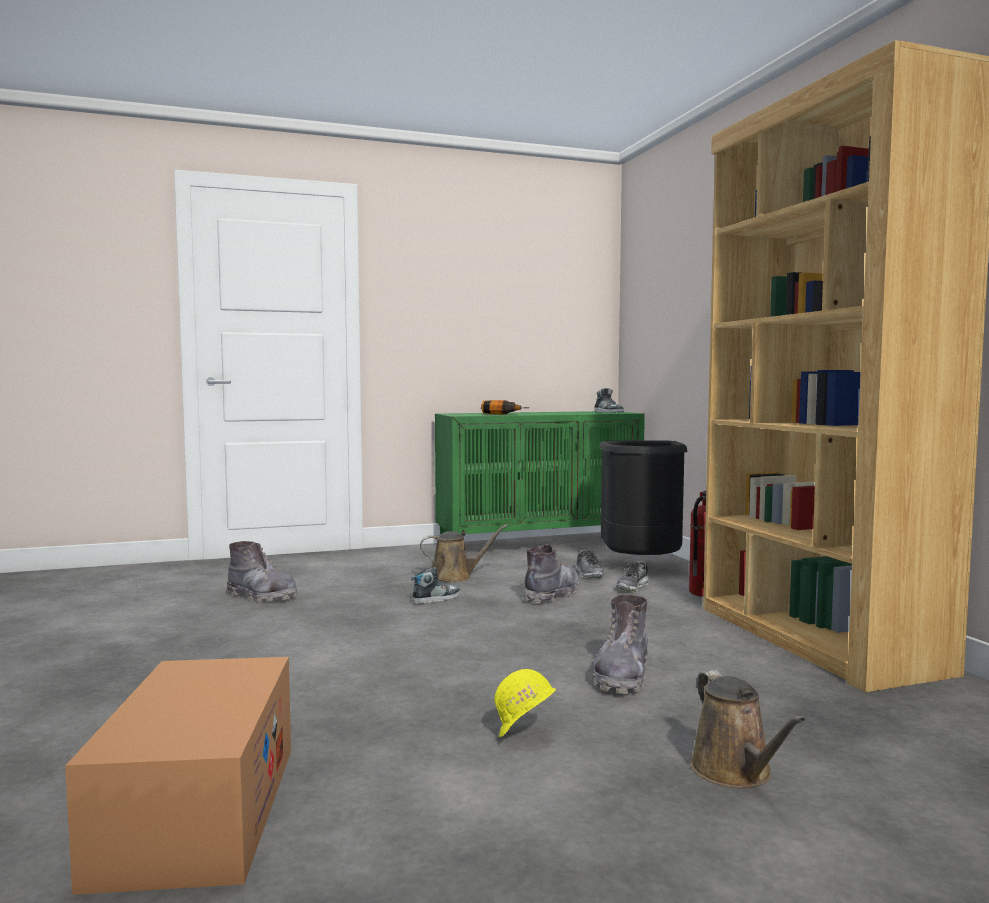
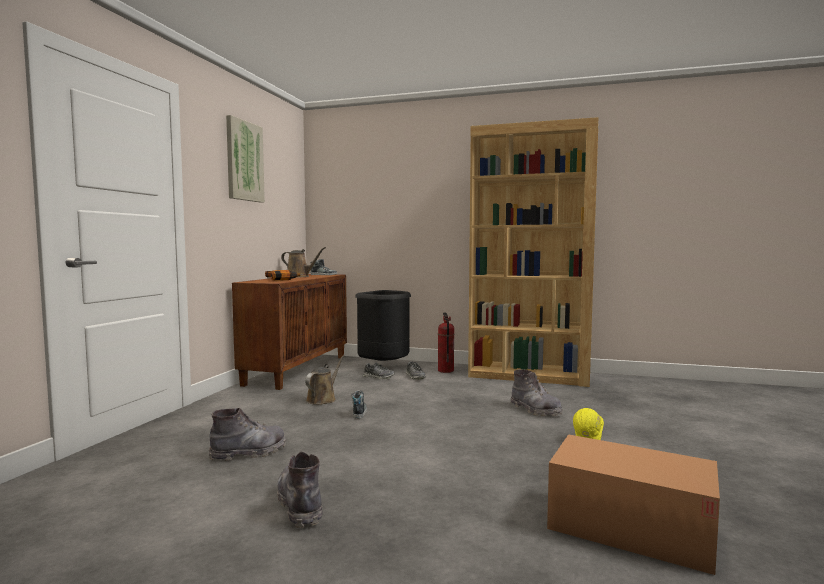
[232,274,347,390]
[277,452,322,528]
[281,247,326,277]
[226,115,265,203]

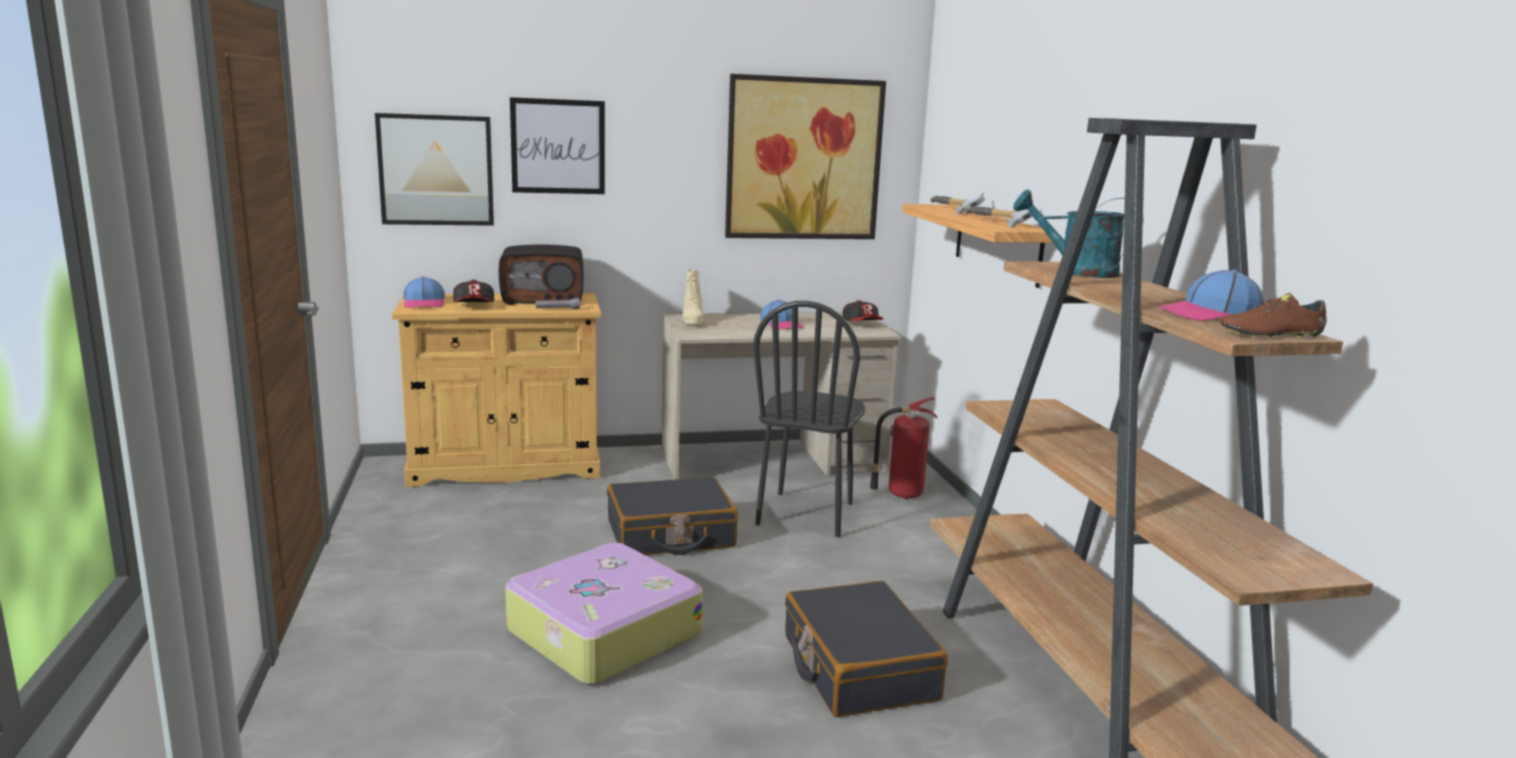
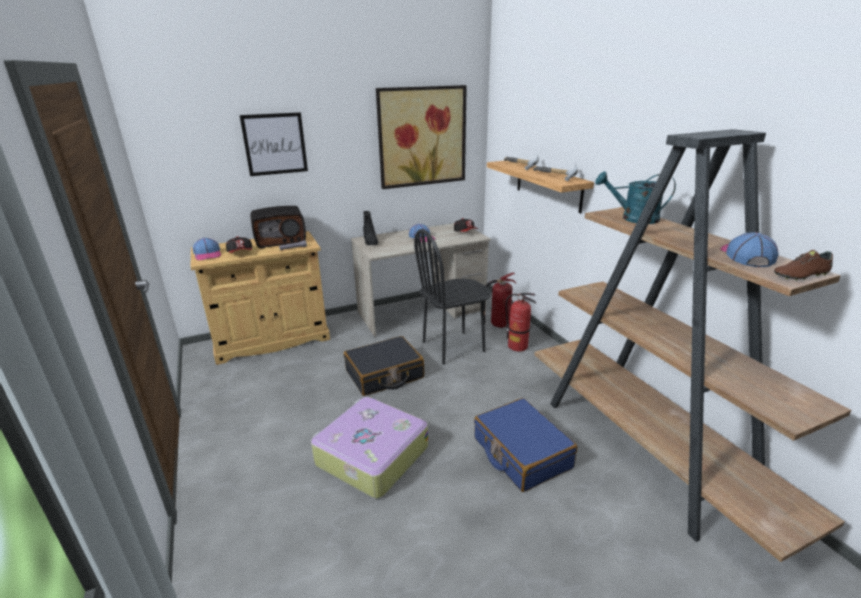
[375,113,494,226] (first image)
[720,232,778,267]
[363,211,378,245]
[414,229,491,365]
[474,398,577,492]
[505,293,536,351]

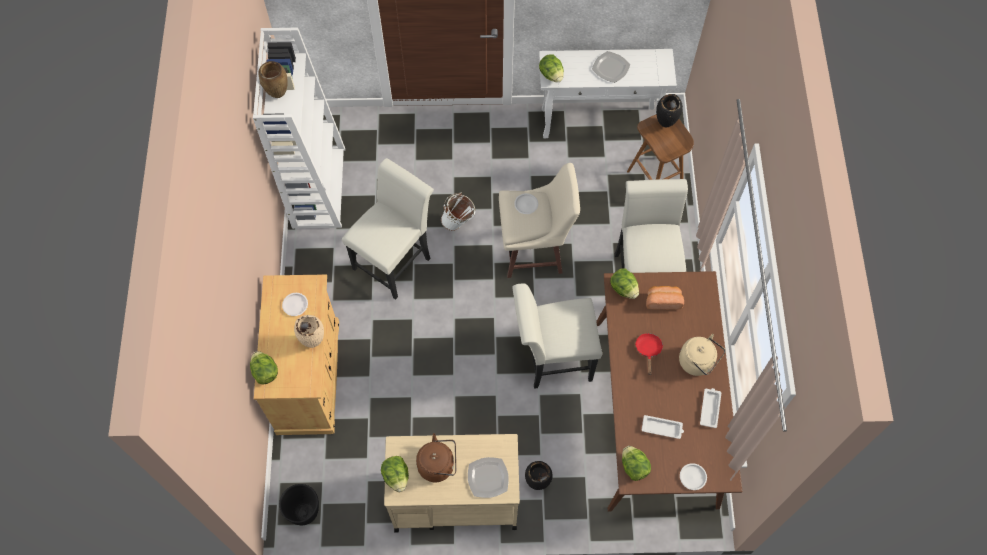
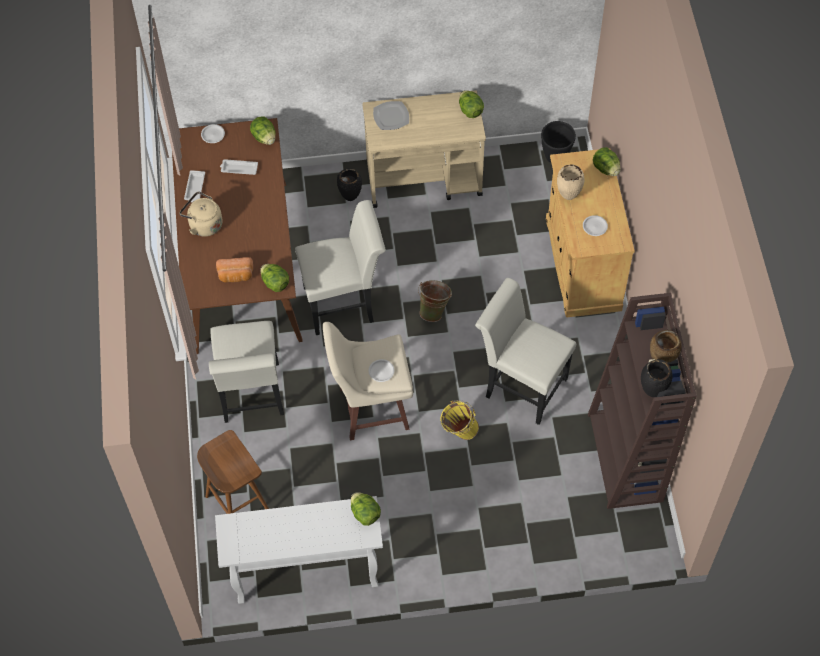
[588,293,697,509]
[592,51,630,83] (first image)
[641,359,673,397]
[475,278,576,425]
[440,400,479,440]
[635,333,663,375] (first image)
[416,433,456,482] (first image)
[418,280,452,322]

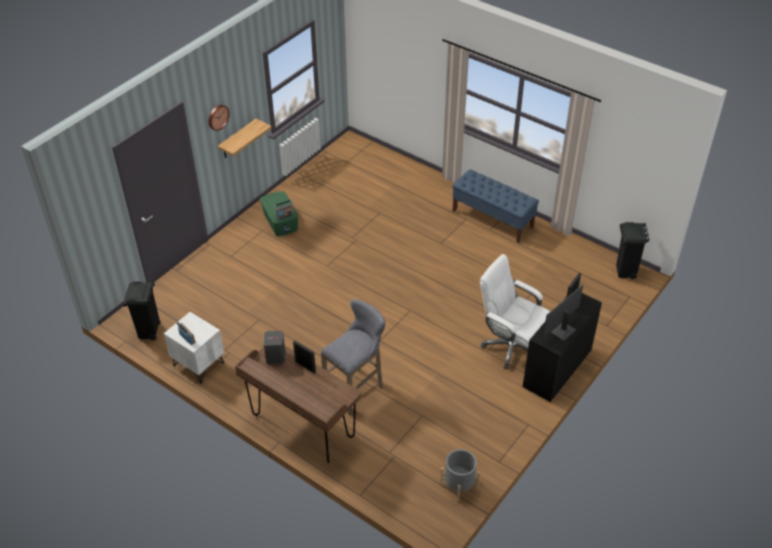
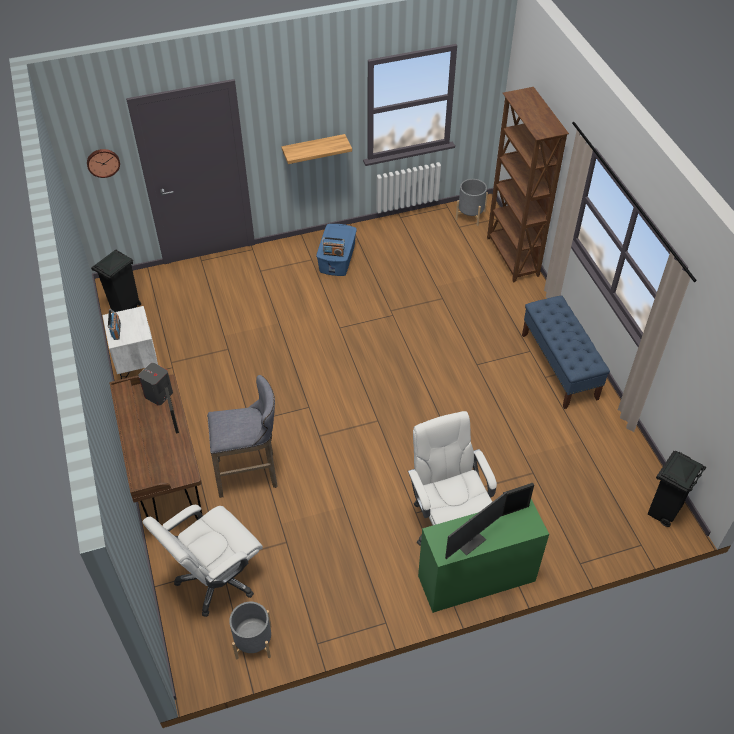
[87,149,120,178]
[316,224,357,276]
[445,492,507,559]
[418,499,549,613]
[487,87,569,283]
[455,179,488,226]
[143,505,263,617]

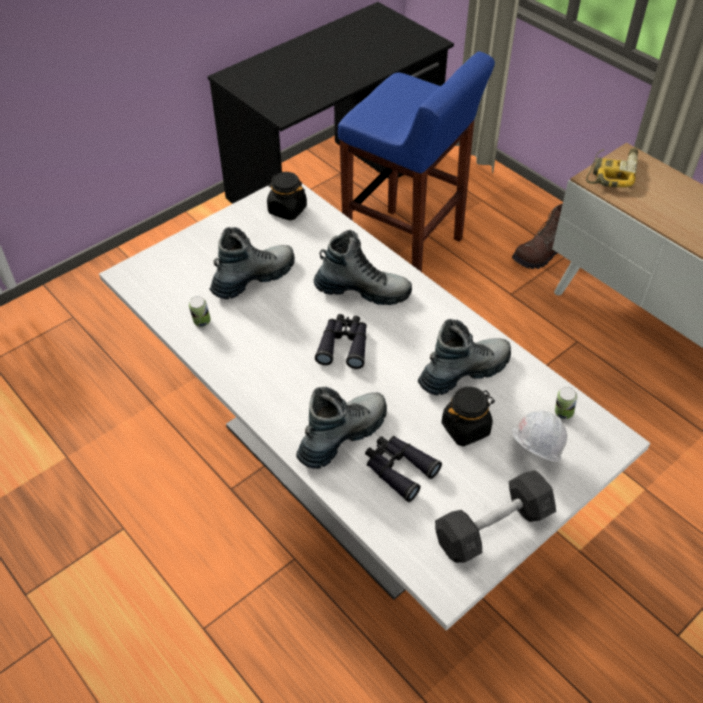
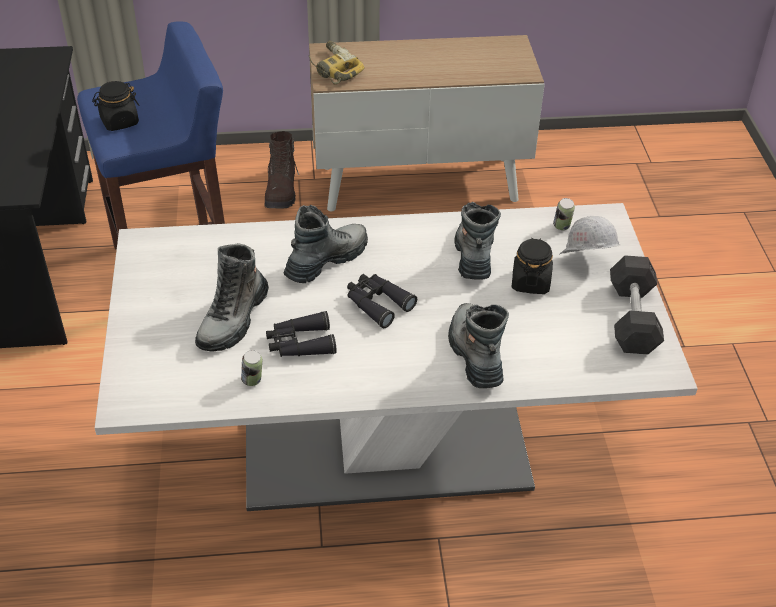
[92,81,139,131]
[195,243,269,351]
[266,311,336,357]

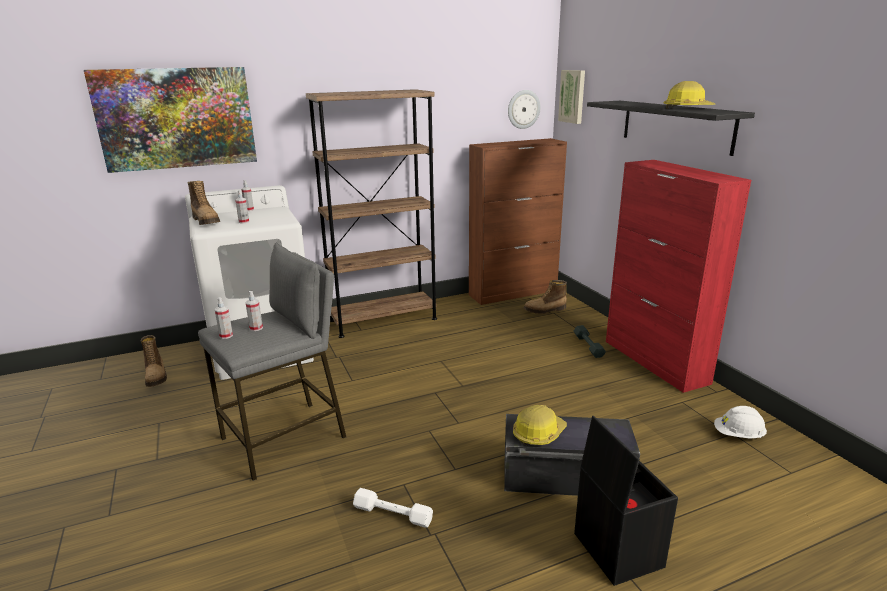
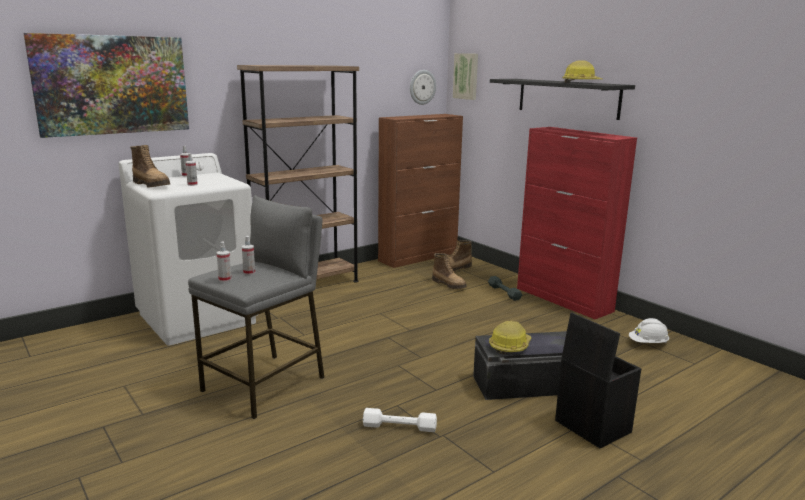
[432,253,467,289]

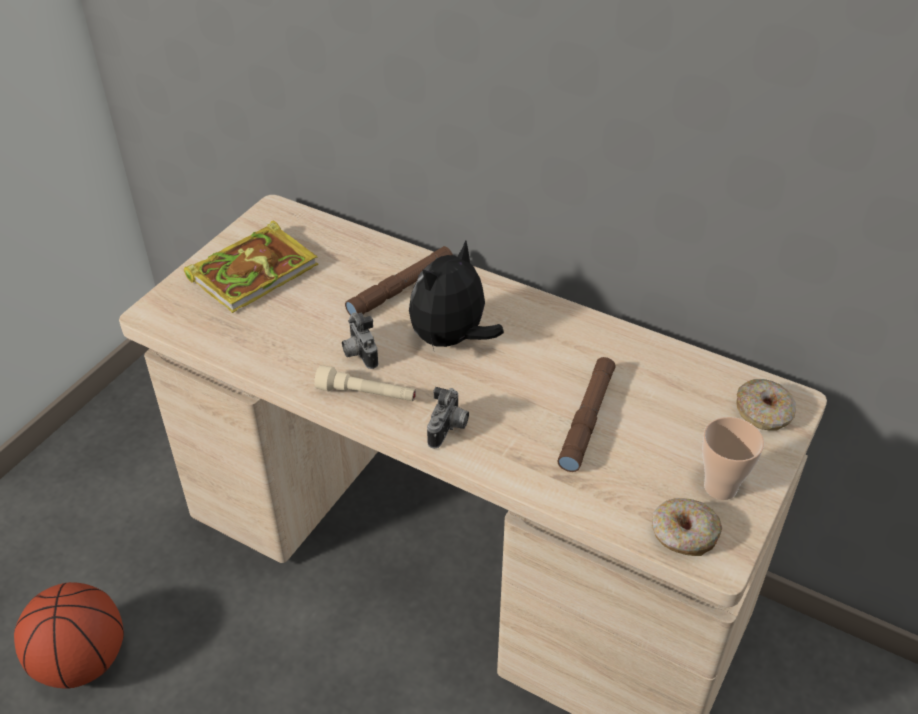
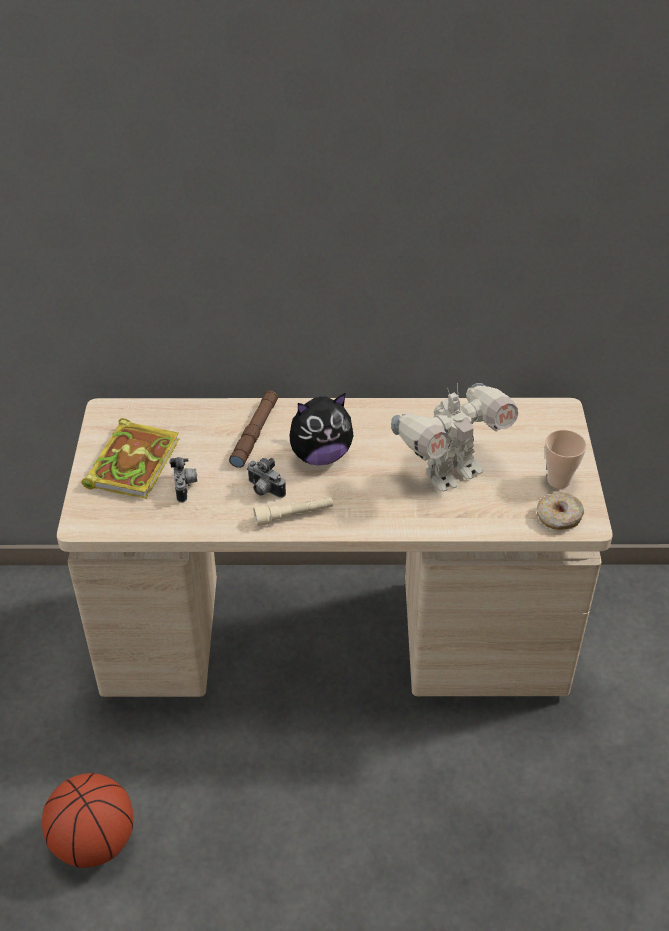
[289,393,354,465]
[391,383,518,492]
[736,379,796,431] (first image)
[170,457,197,503]

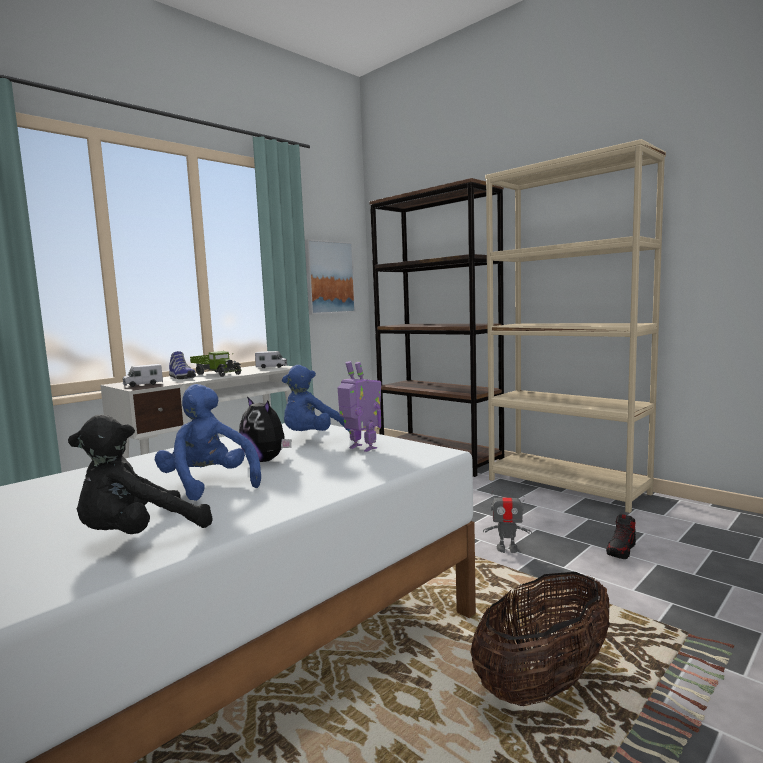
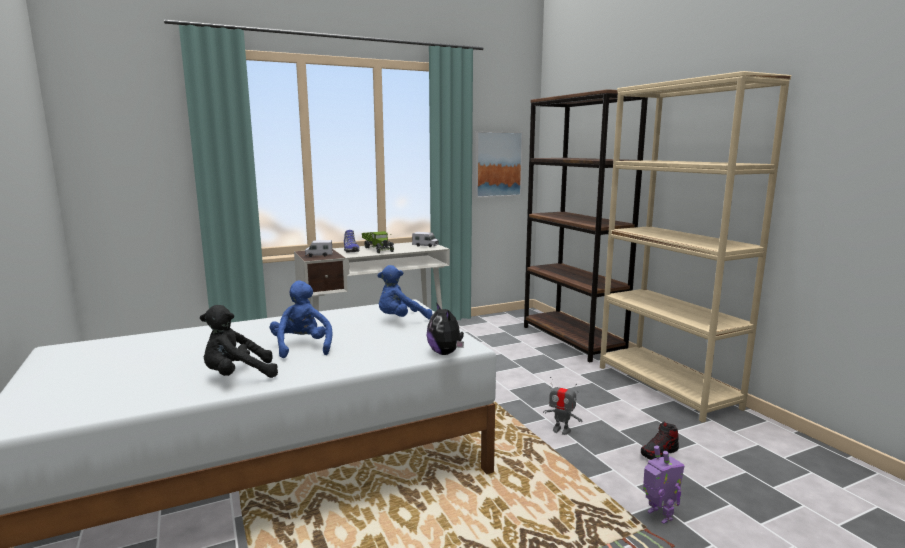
[643,445,684,524]
[427,302,464,355]
[470,572,610,706] (first image)

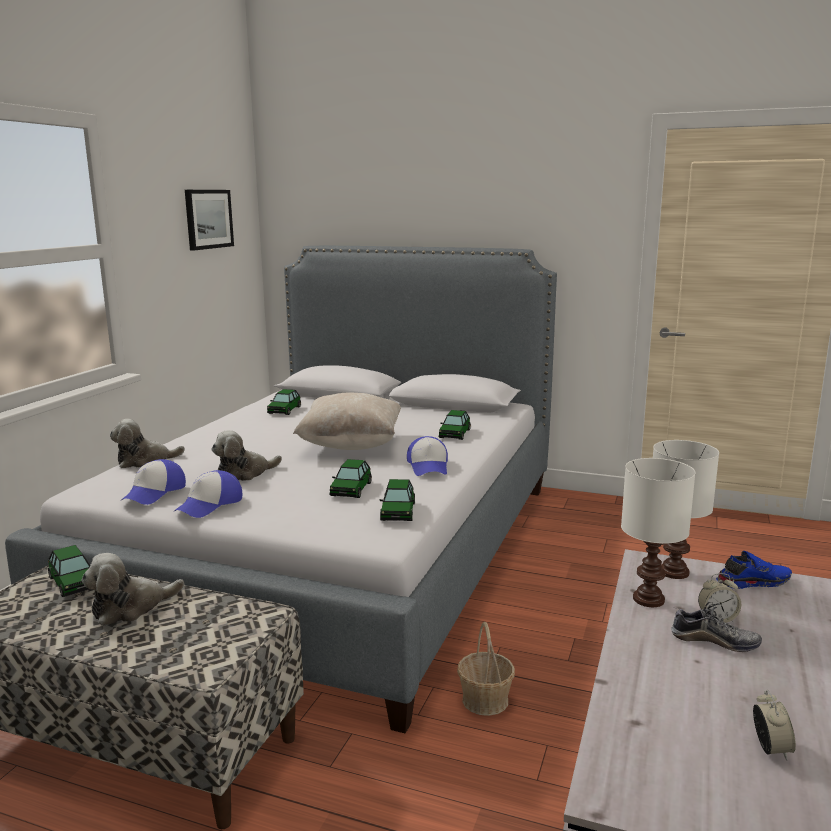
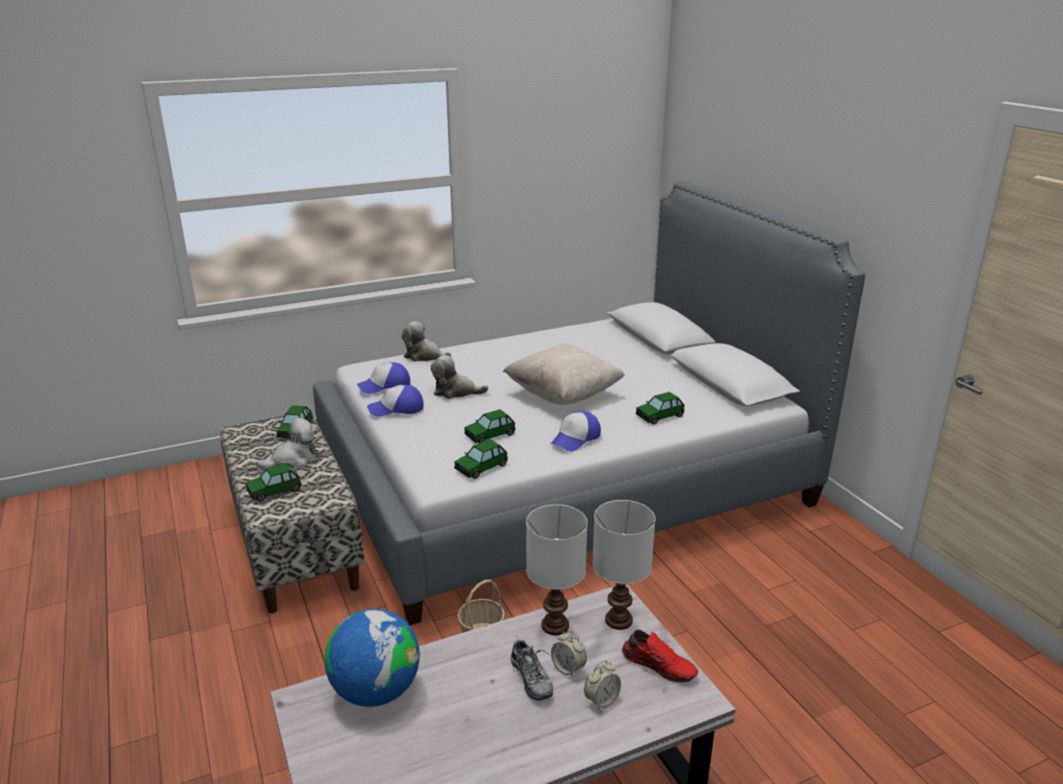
[185,190,234,251] (first image)
[246,463,301,501]
[622,630,698,683]
[257,418,318,470]
[584,660,621,710]
[325,609,420,707]

